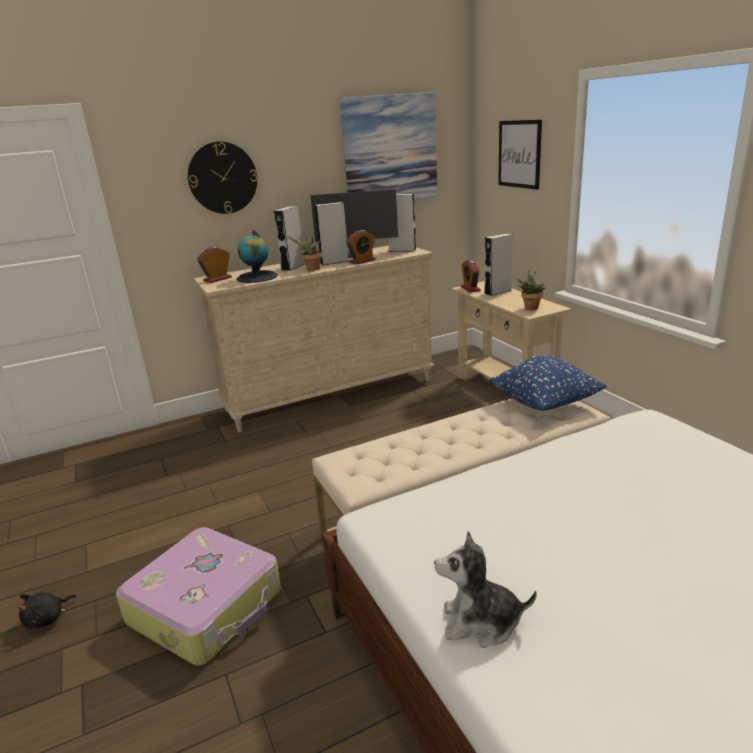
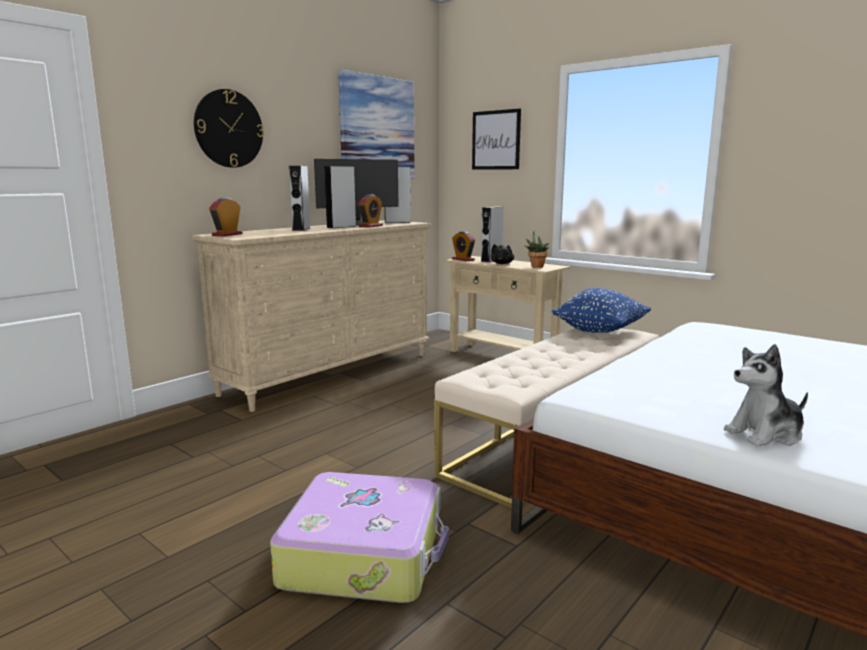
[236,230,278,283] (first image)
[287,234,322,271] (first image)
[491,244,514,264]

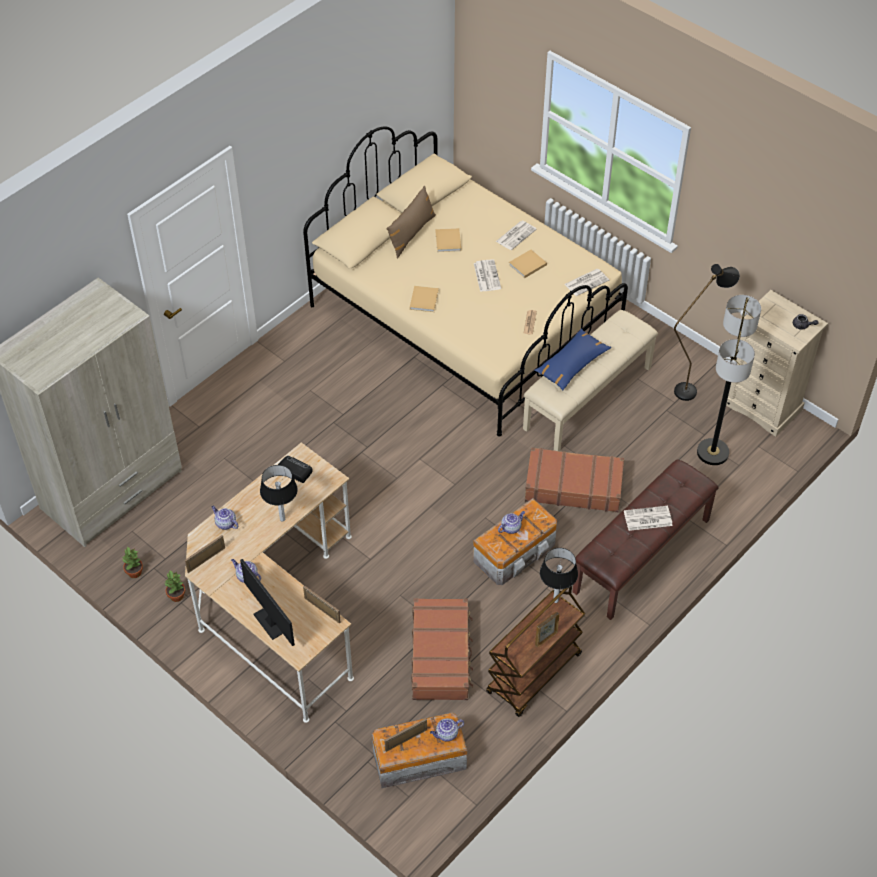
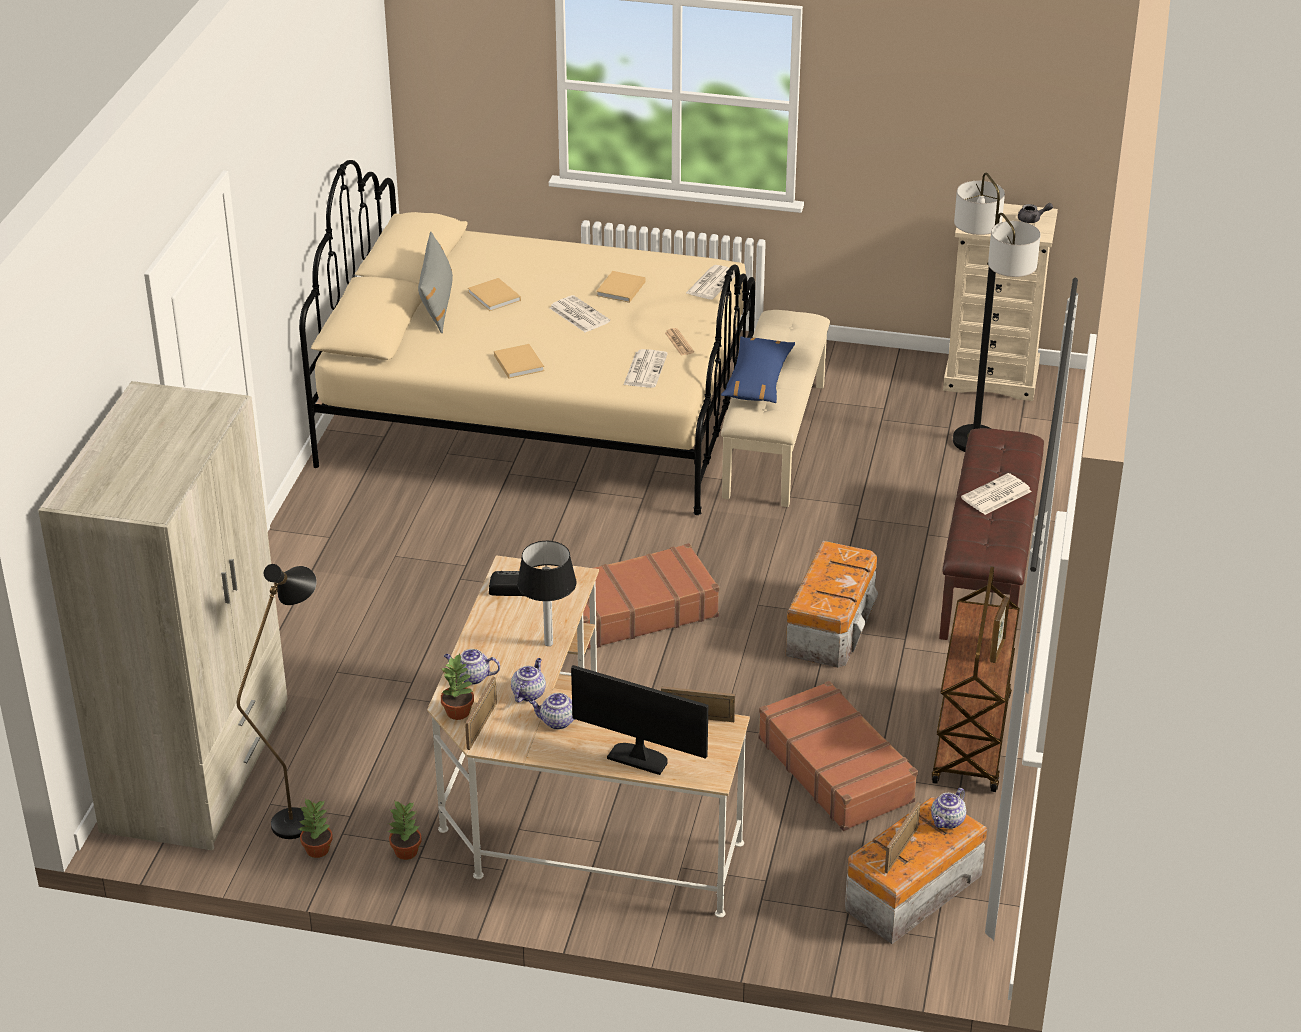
[418,231,453,333]
[623,349,668,388]
[237,564,316,839]
[583,543,719,649]
[511,658,546,703]
[540,548,578,603] (first image)
[441,654,474,720]

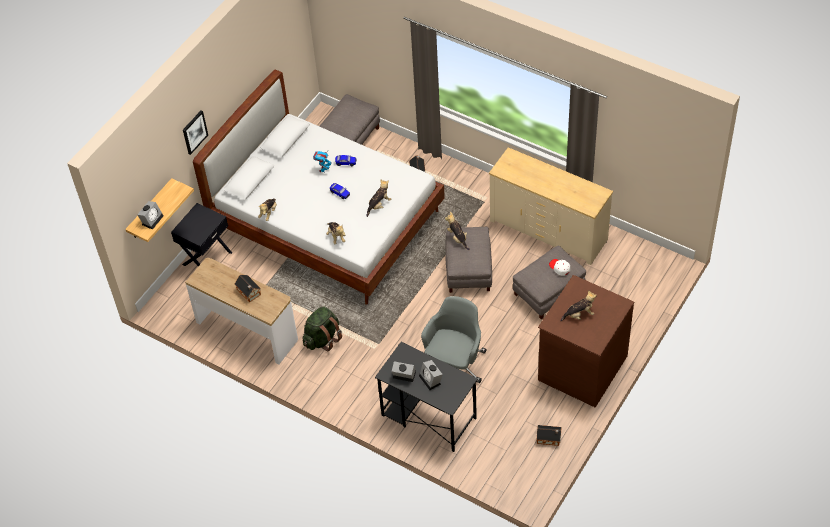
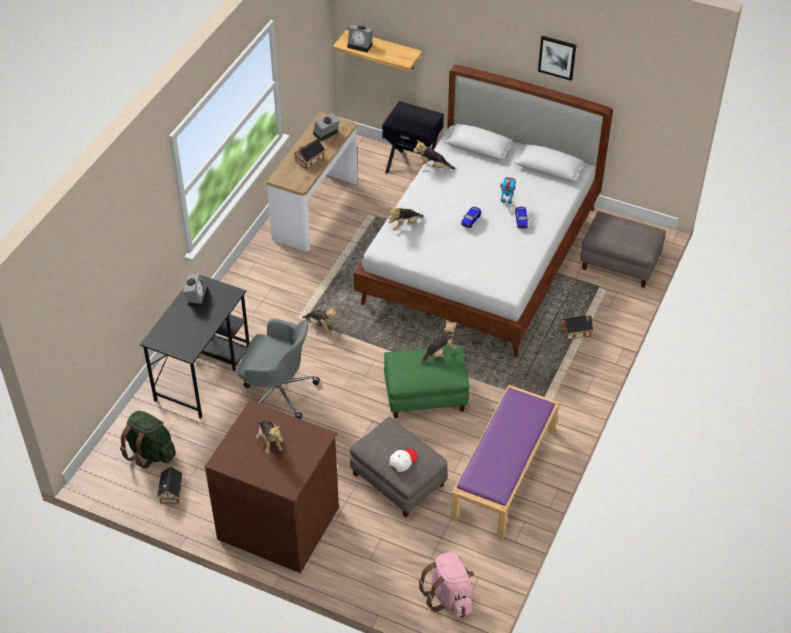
[538,36,576,81]
[451,385,559,540]
[302,306,340,334]
[384,345,469,419]
[120,411,176,469]
[313,113,339,141]
[419,552,474,618]

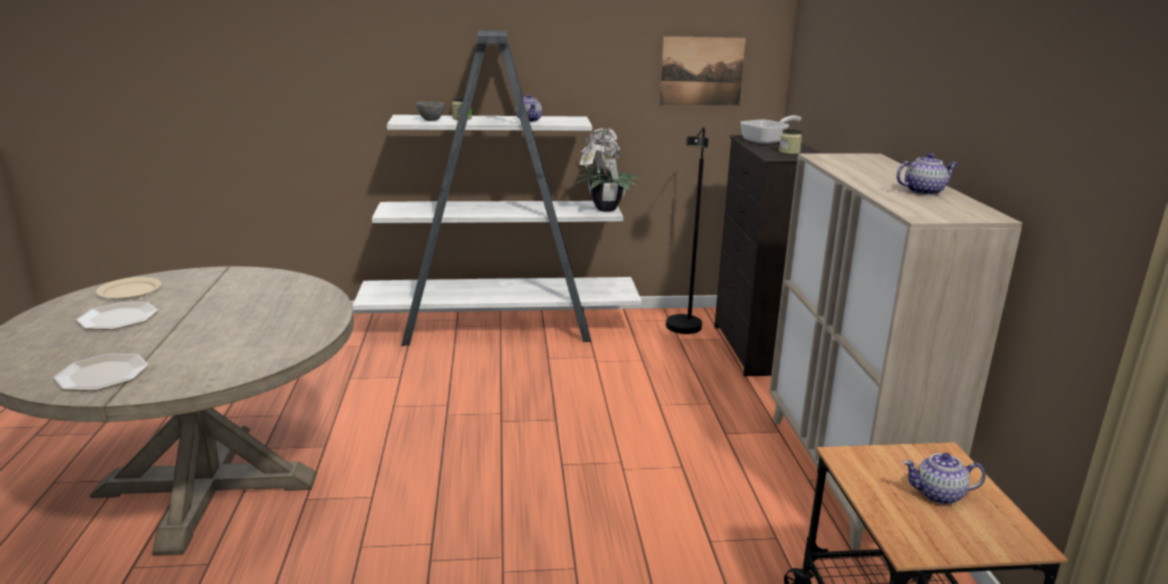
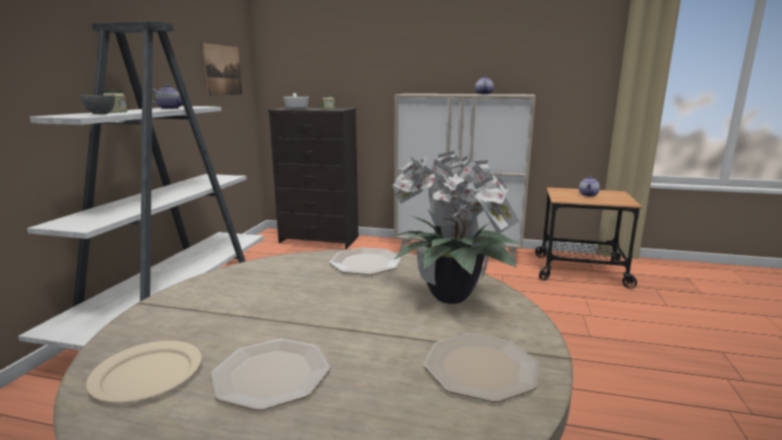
[666,127,709,334] (first image)
[392,151,520,304]
[329,248,402,275]

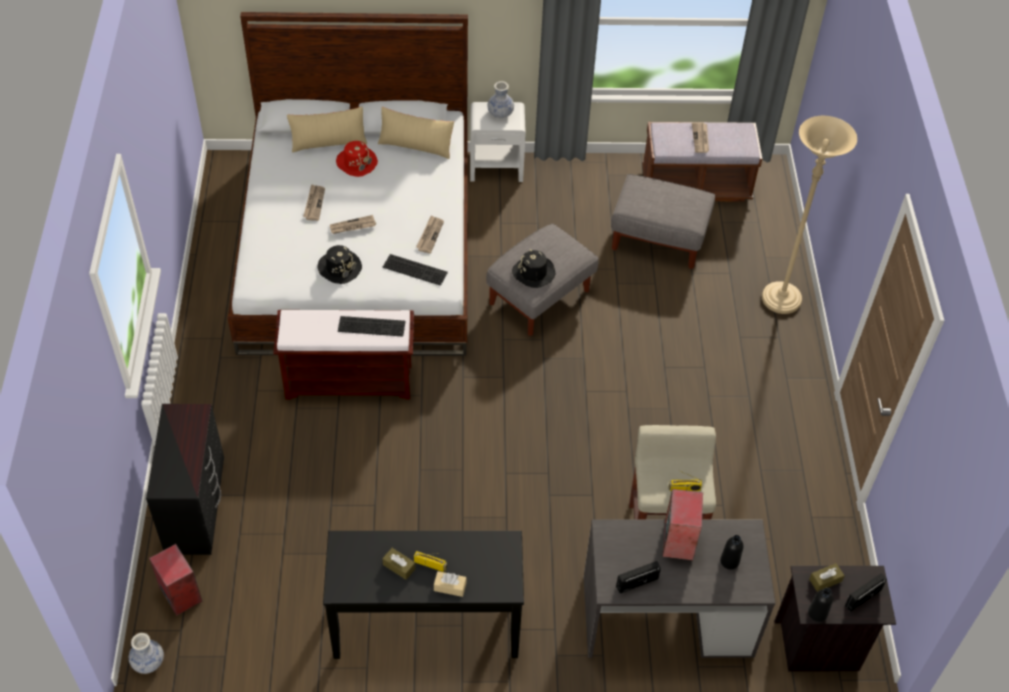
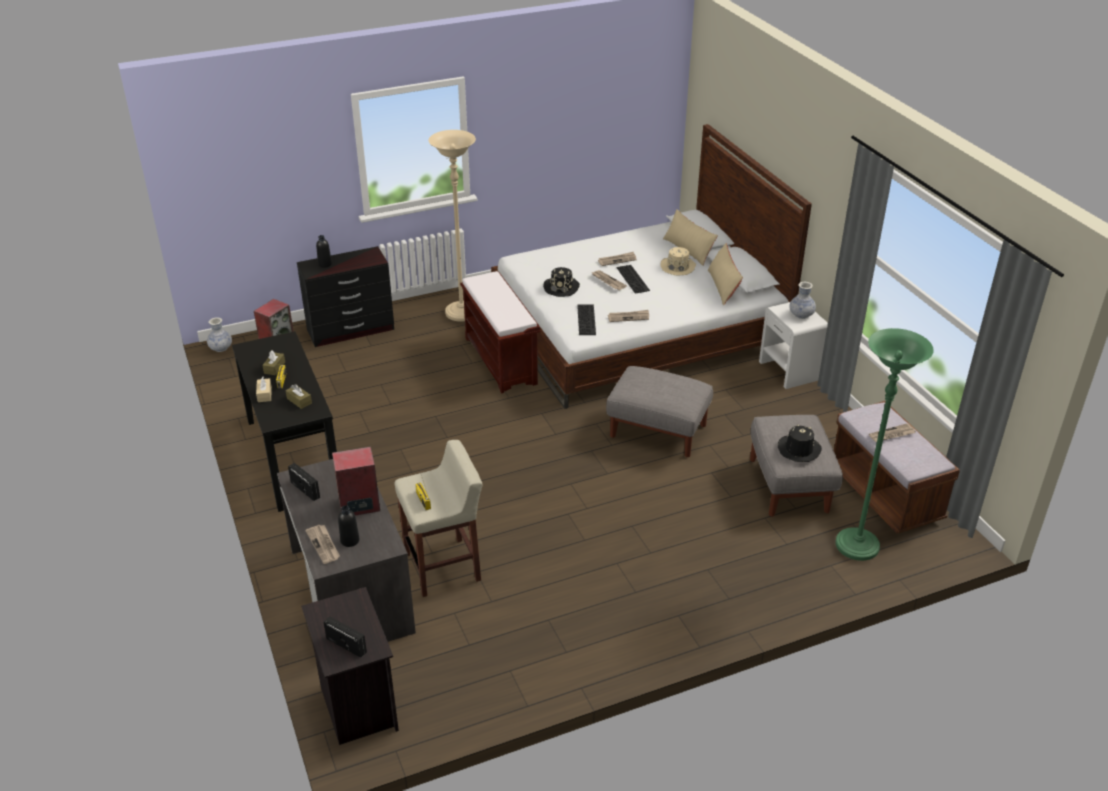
[428,130,476,322]
[660,247,696,276]
[778,425,822,462]
[616,265,650,294]
[286,384,312,409]
[316,235,332,268]
[835,328,934,561]
[305,525,340,564]

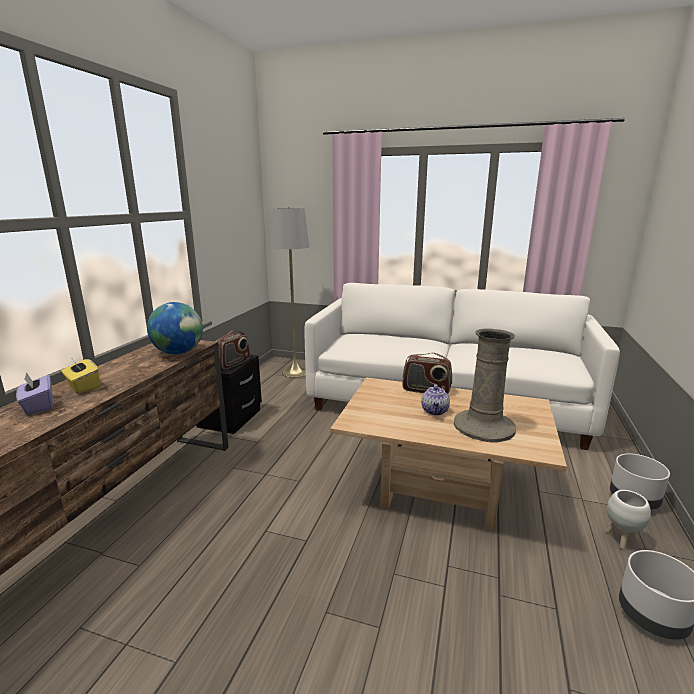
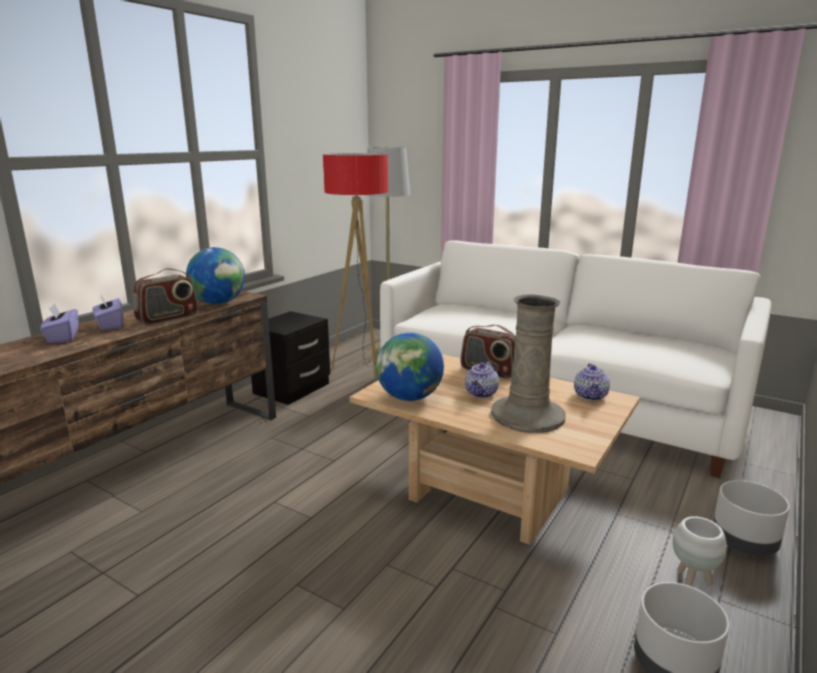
[133,268,198,325]
[92,295,123,330]
[323,153,388,378]
[376,333,444,401]
[574,363,610,401]

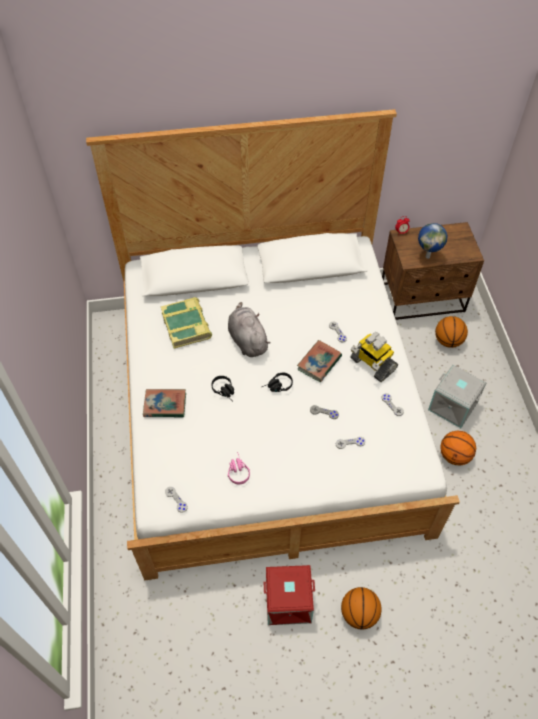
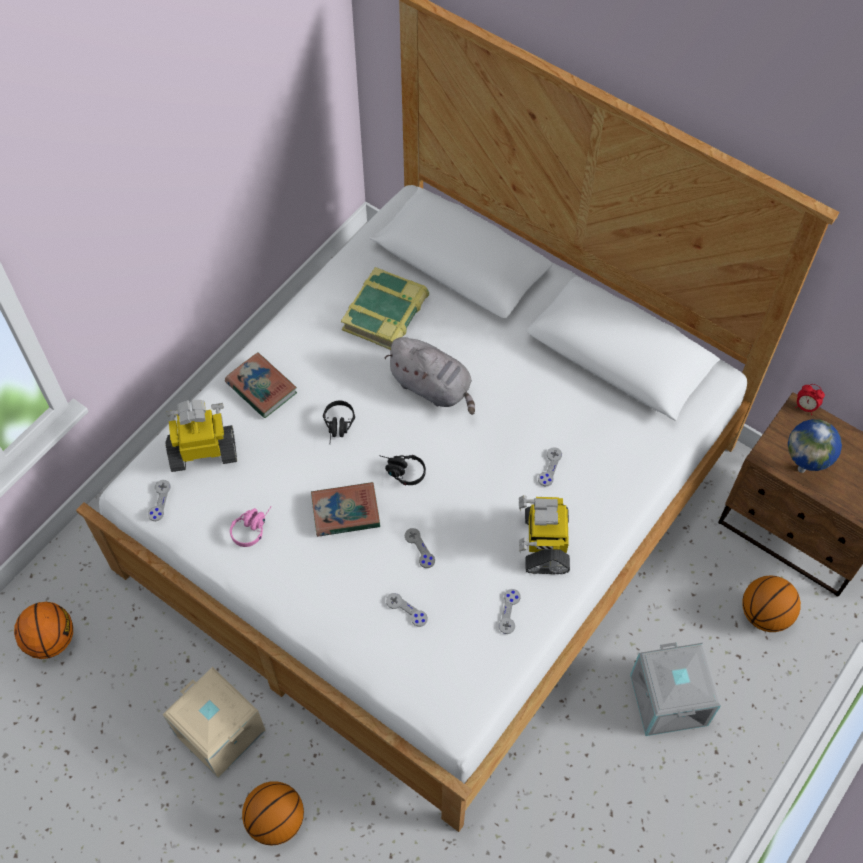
[384,337,475,415]
[311,482,380,537]
[14,602,73,659]
[163,667,266,778]
[165,400,237,472]

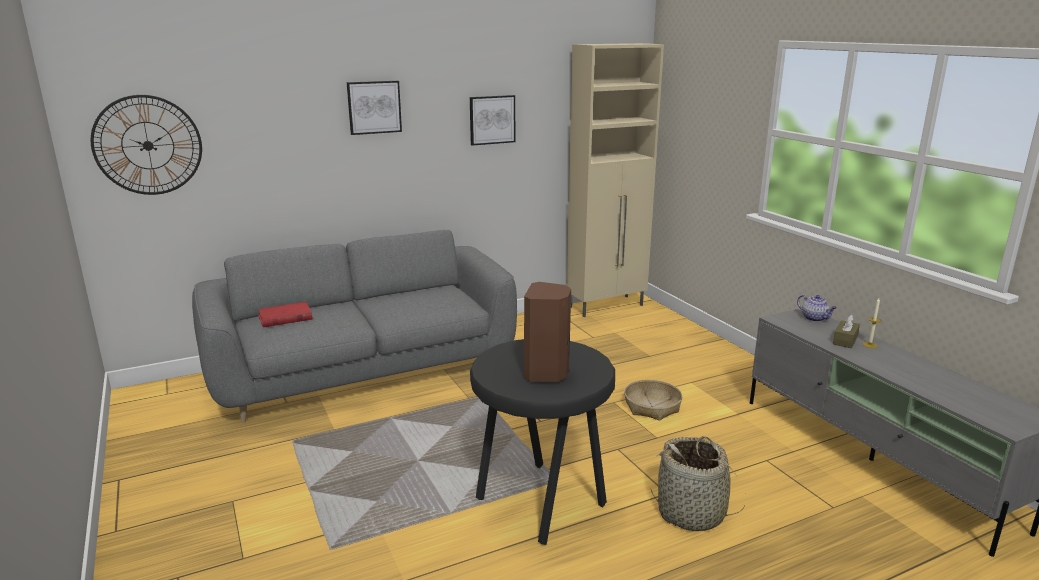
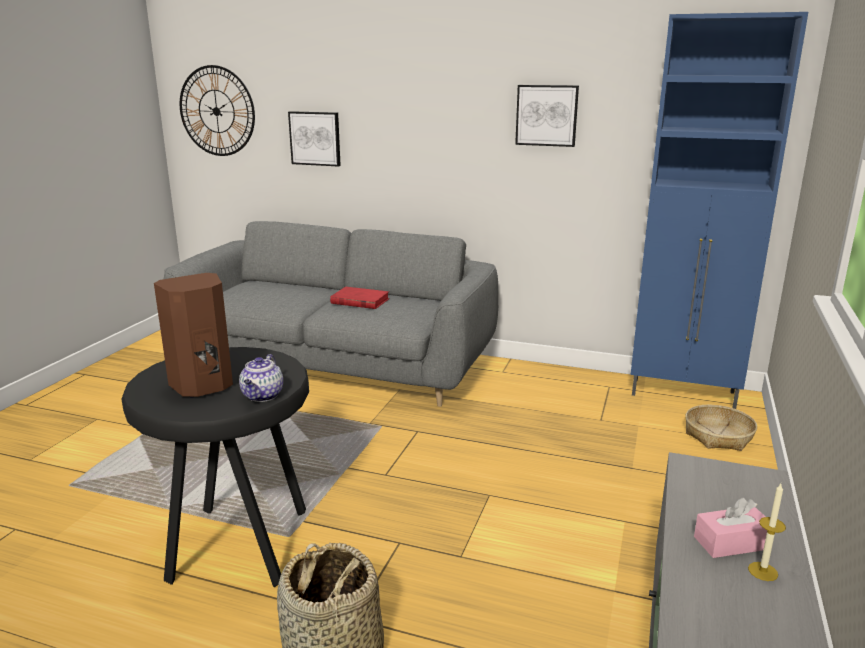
[631,12,808,409]
[288,111,341,167]
[239,354,283,402]
[330,287,389,309]
[694,498,767,558]
[685,405,757,451]

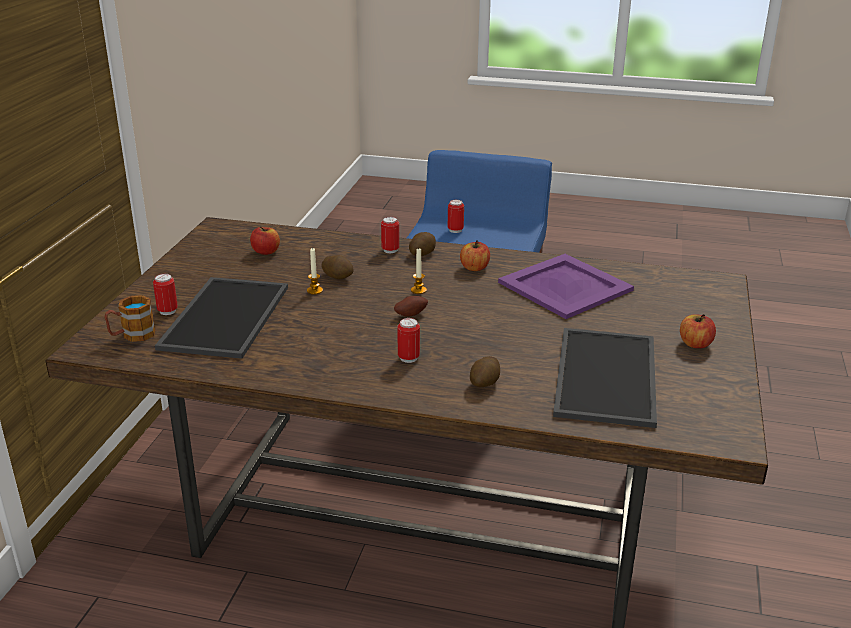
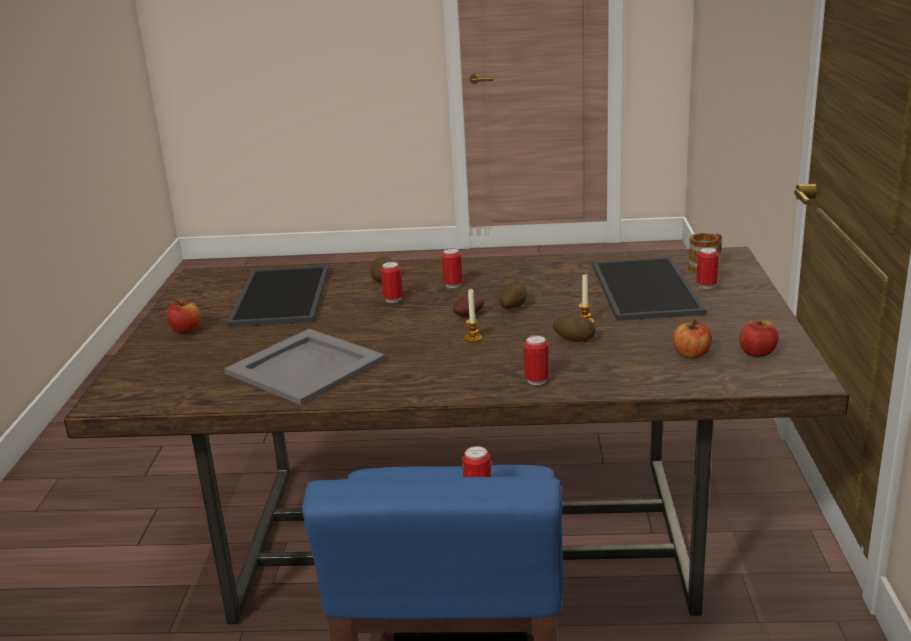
[499,283,527,309]
[739,321,778,357]
[224,329,386,405]
[381,262,403,303]

